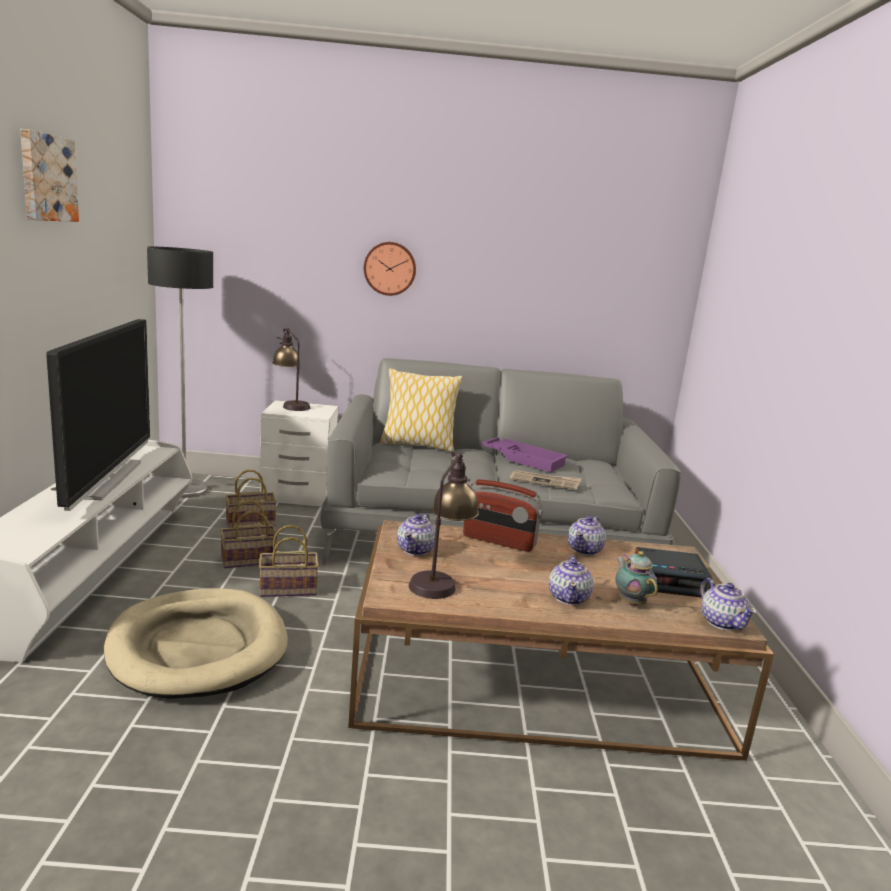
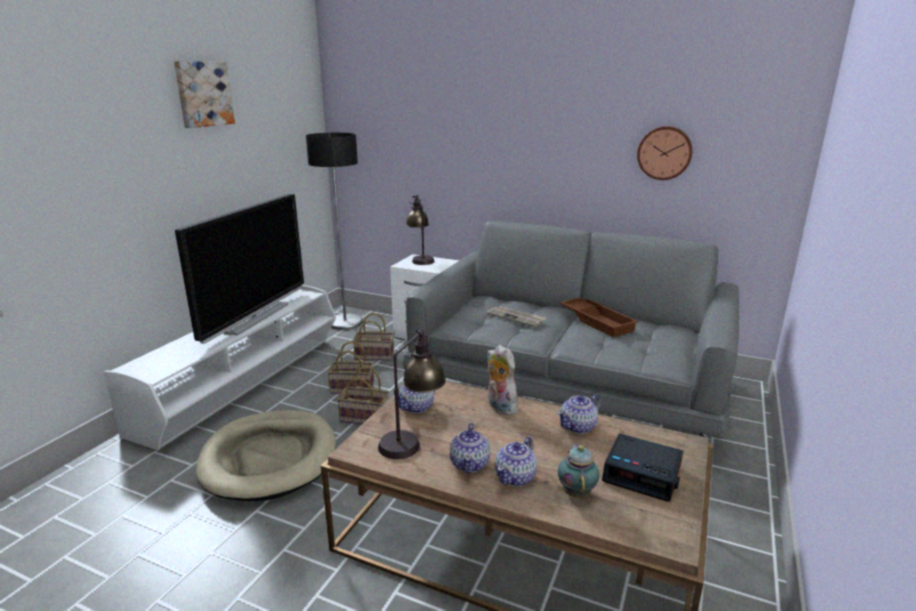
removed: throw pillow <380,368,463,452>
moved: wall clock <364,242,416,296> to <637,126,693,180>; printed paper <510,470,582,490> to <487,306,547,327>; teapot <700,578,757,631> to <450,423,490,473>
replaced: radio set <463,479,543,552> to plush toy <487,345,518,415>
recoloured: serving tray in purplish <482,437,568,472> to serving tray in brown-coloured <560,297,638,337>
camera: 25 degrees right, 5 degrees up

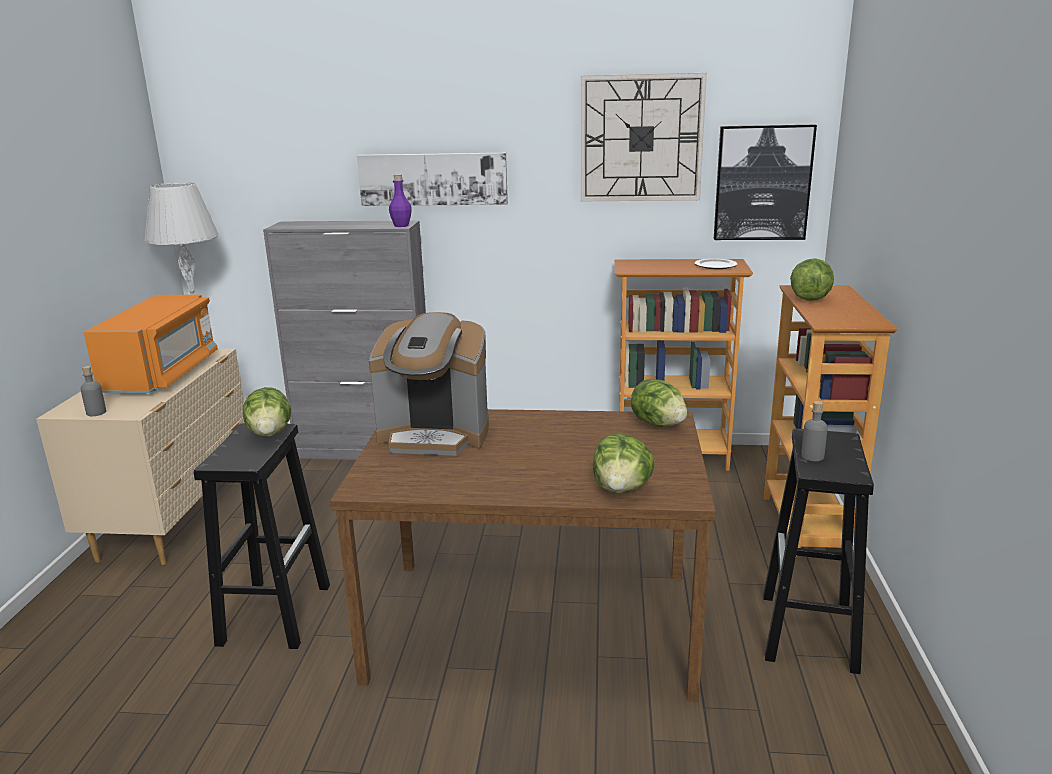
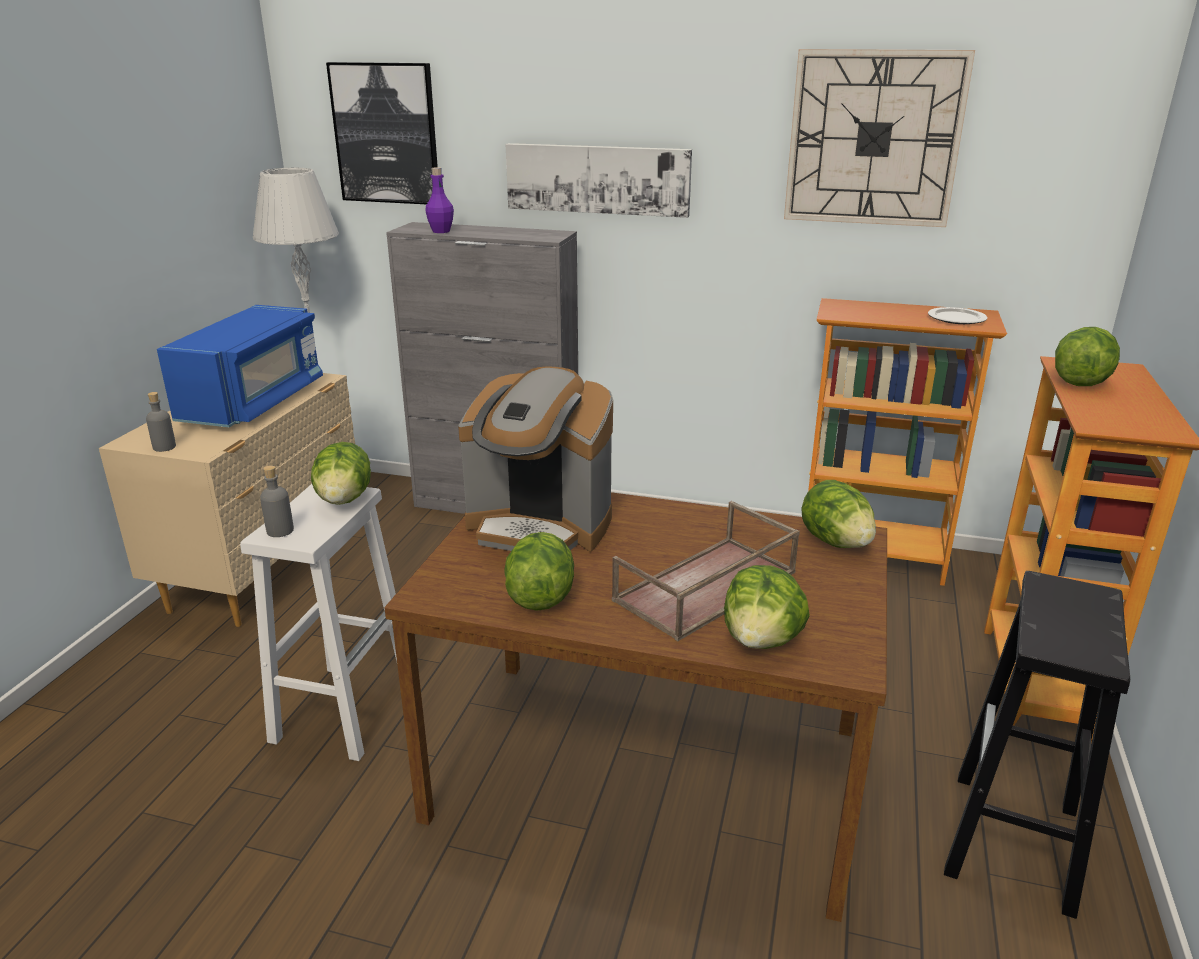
added: head of lettuce <505,532,574,611>; serving tray in brown-coloured <612,501,800,641>
moved: beverage bottle in purplish <389,174,412,227> to <425,167,454,233>; wall art <714,125,817,240> to <326,62,438,204>; beverage bottle in greyish <801,401,828,461> to <260,465,294,537>
recoloured: microwave oven in orangey <84,295,218,393> to microwave oven in bluish <157,305,323,427>; stool seat in blackish <194,423,330,649> to stool seat in whitish <240,484,397,761>
camera: 10 degrees right, 5 degrees up

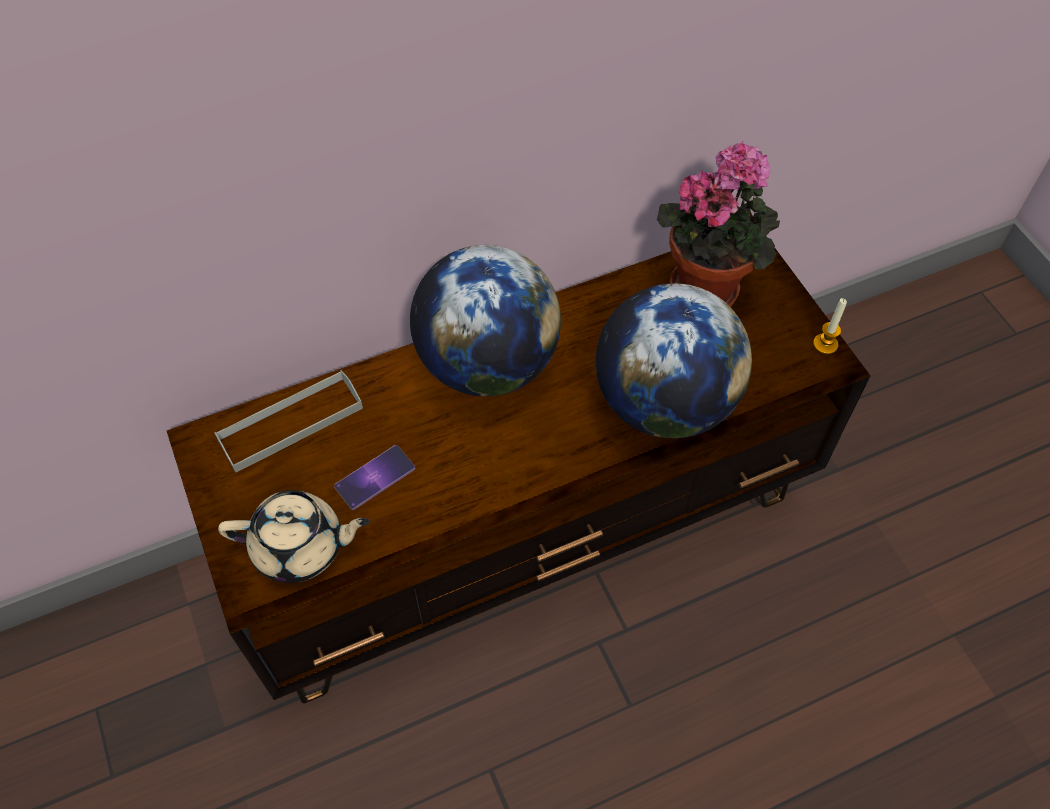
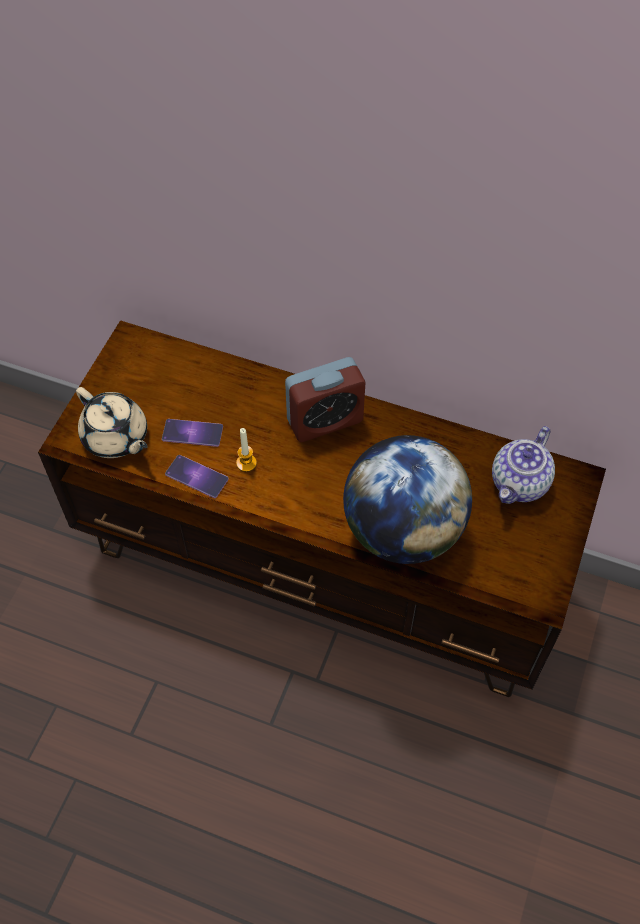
removed: serving tray in greyish <214,370,363,472>
added: handset <165,455,229,498>
moved: wax candle <813,298,847,354> to <236,428,257,472>
replaced: desk globe <410,245,561,397> to bedside clock <285,357,365,442>; potted plant <657,141,780,307> to teapot <492,426,555,504>
camera: 45 degrees right, 0 degrees up

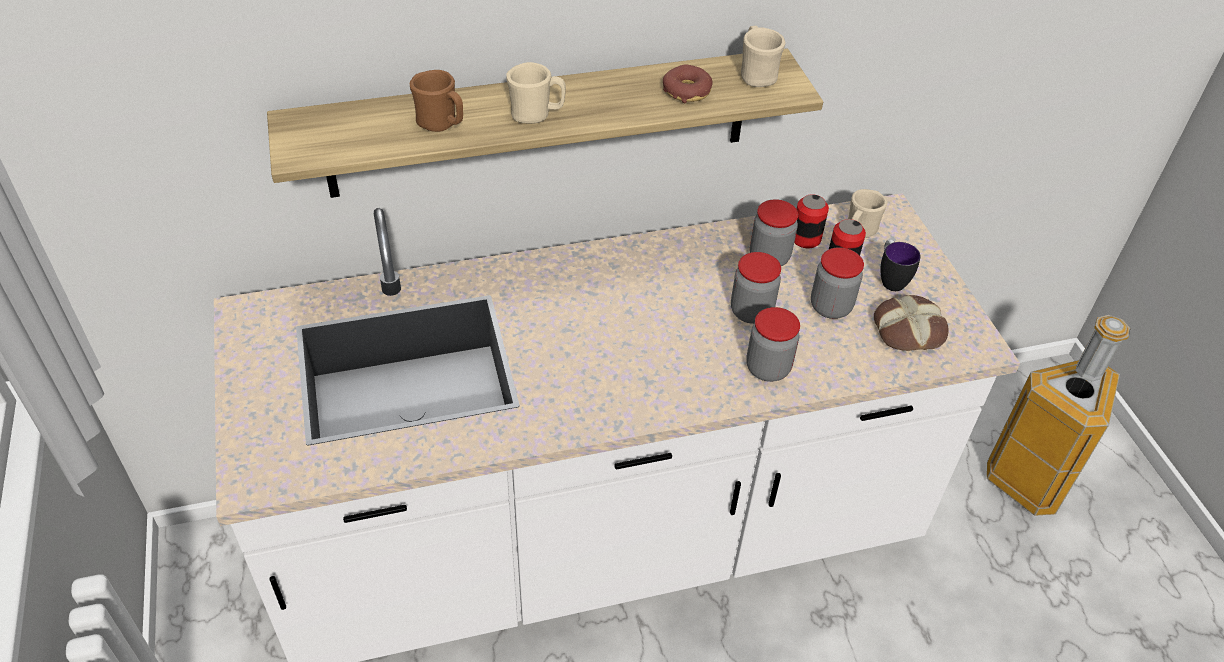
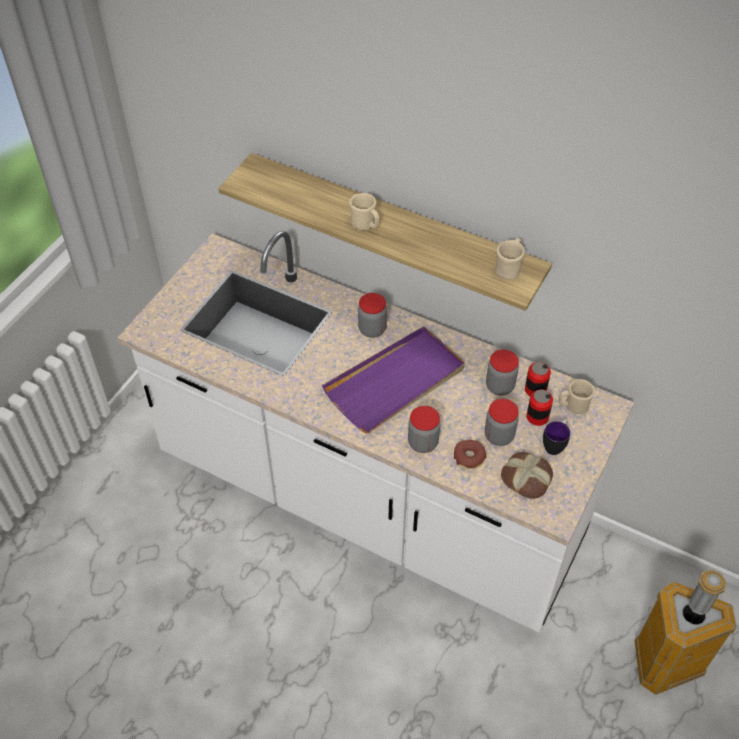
removed: mug in brown-coloured <410,70,463,132>
added: serving tray in purplish <322,326,465,434>
moved: donut <663,65,713,103> to <454,440,486,469>; storage jar <731,252,781,324> to <358,293,387,338>
camera: 45 degrees right, 5 degrees up

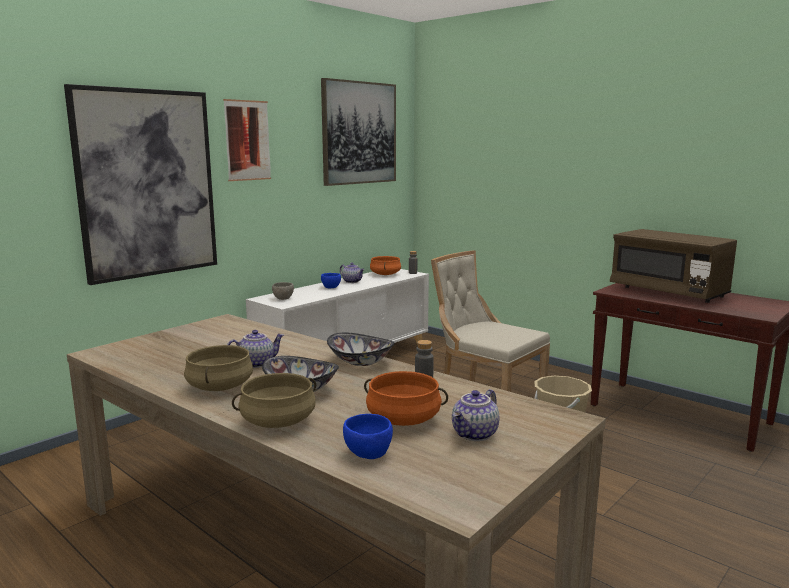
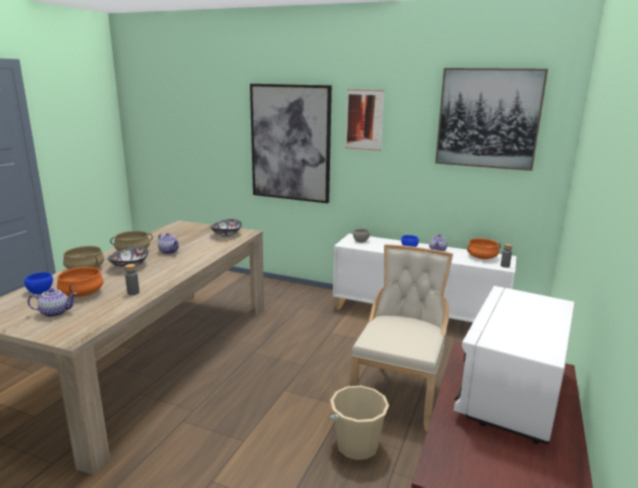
moved: bowl <327,332,394,366> to <210,219,242,237>
recoloured: microwave oven in brown-coloured <610,229,737,303> to microwave oven in whitish <454,286,575,445>
turned: teapot <452,389,499,441> = <28,288,77,317> 150 degrees clockwise
camera: 70 degrees right, 5 degrees up

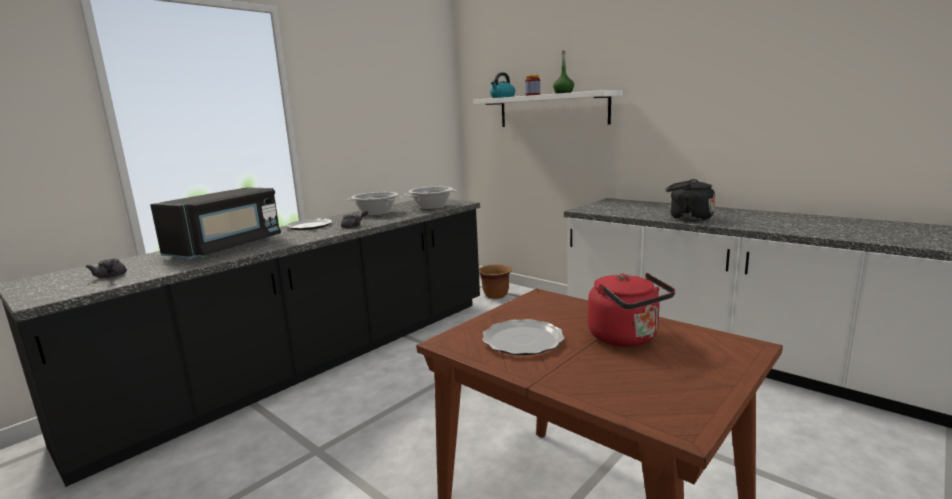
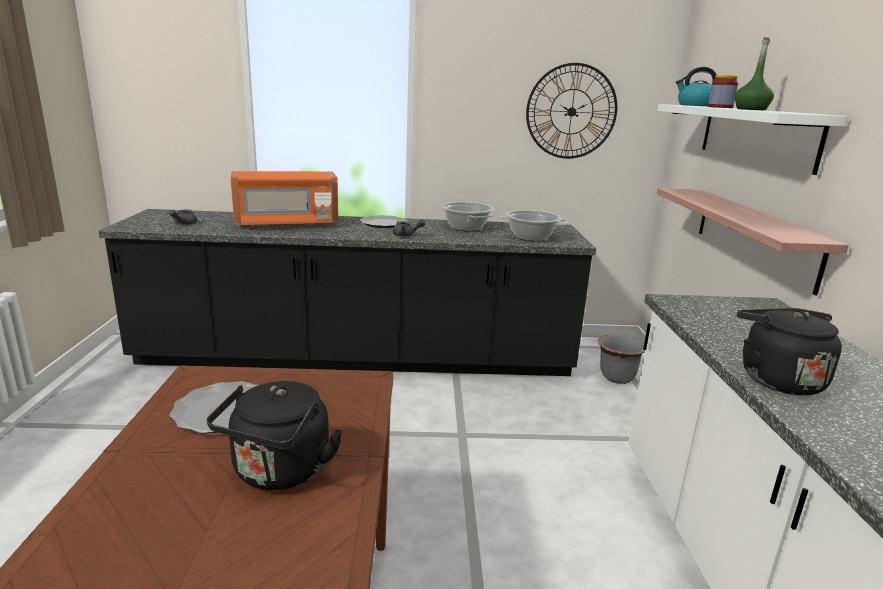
added: wall clock <526,63,617,159>; shelf <657,188,849,296>
recoloured: microwave oven in blackish <150,187,281,259> to microwave oven in orangey <231,171,338,228>; planter in brown-coloured <479,264,512,299> to planter in greyish <598,334,645,384>; water kettle in red <588,273,675,347> to water kettle in blackish <207,381,343,490>
camera: 45 degrees right, 5 degrees up

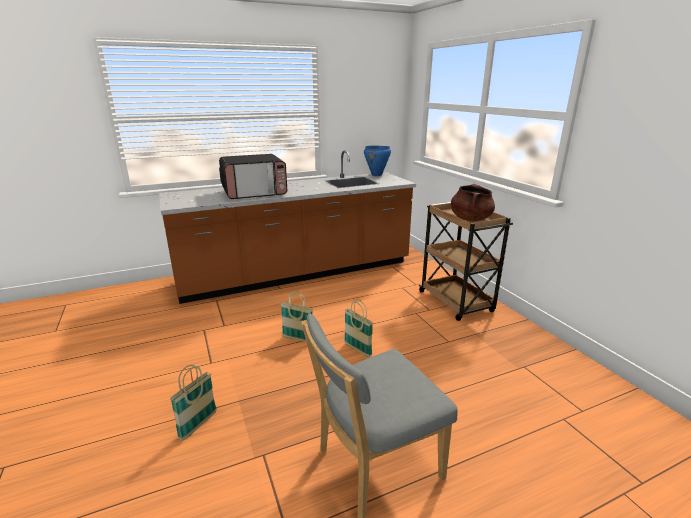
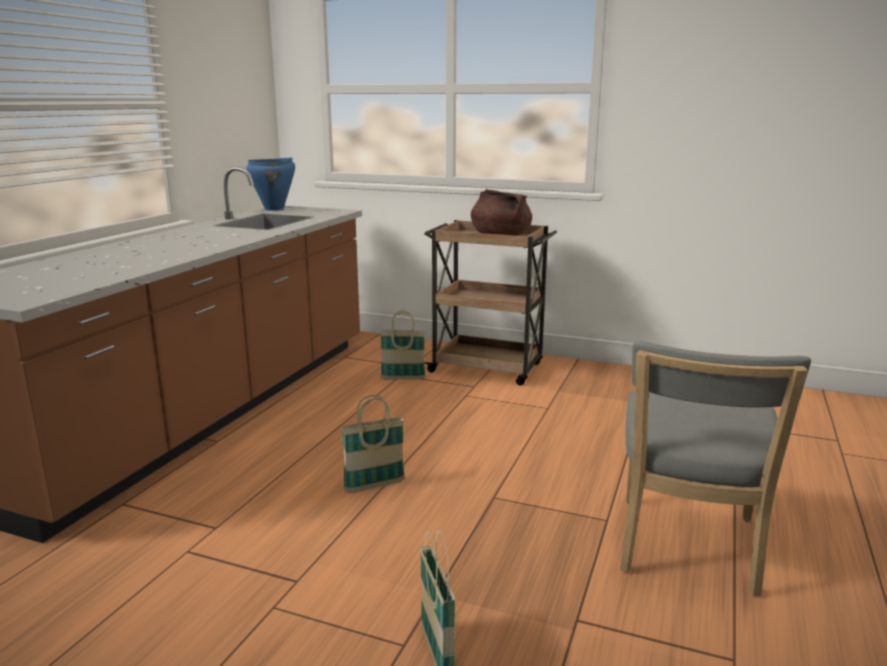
removed: microwave oven <219,154,287,199>
moved: basket <344,300,373,357> to <380,311,426,380>
camera: 45 degrees left, 5 degrees down

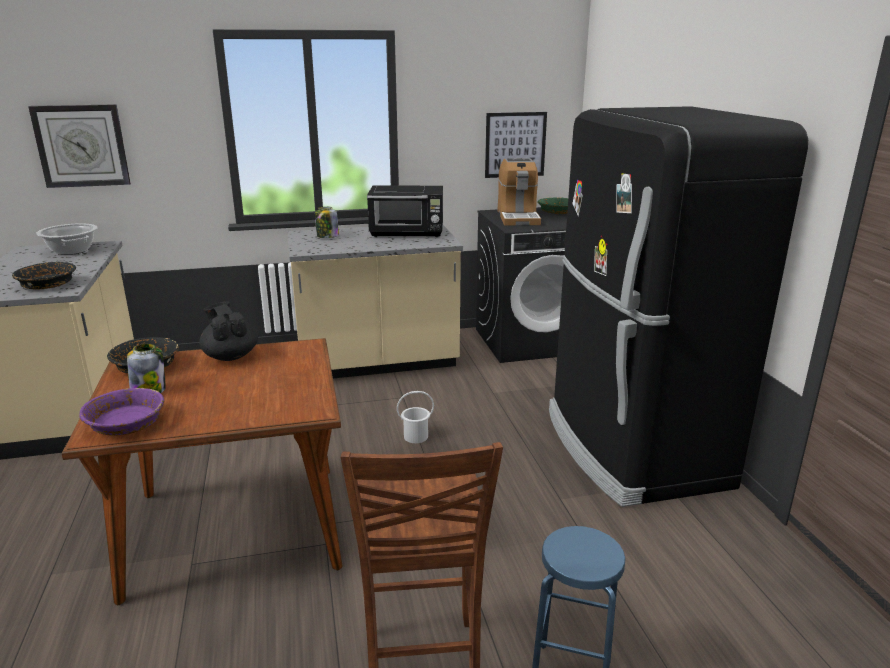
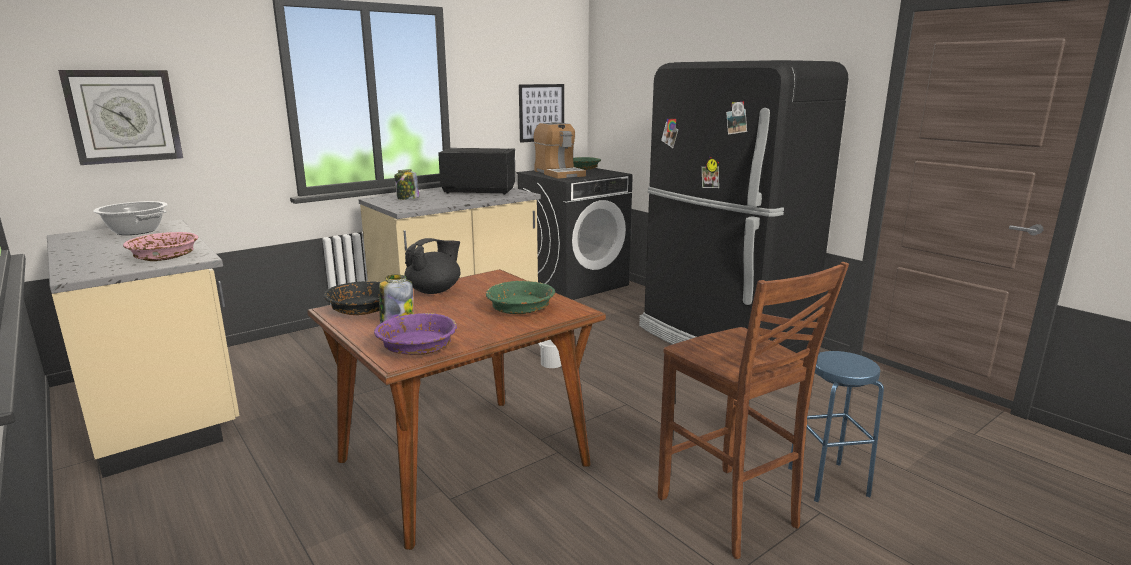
added: bowl in green-coloured <486,281,555,314>
recoloured: bowl in blackish <12,262,76,289> to bowl in pink-coloured <123,232,198,261>
turned: teapot in blackish <199,302,258,361> = <404,238,460,294> 105 degrees clockwise; microwave oven in blackish <367,185,443,237> = <438,148,516,195> 150 degrees counterclockwise
camera: 25 degrees left, 5 degrees down

